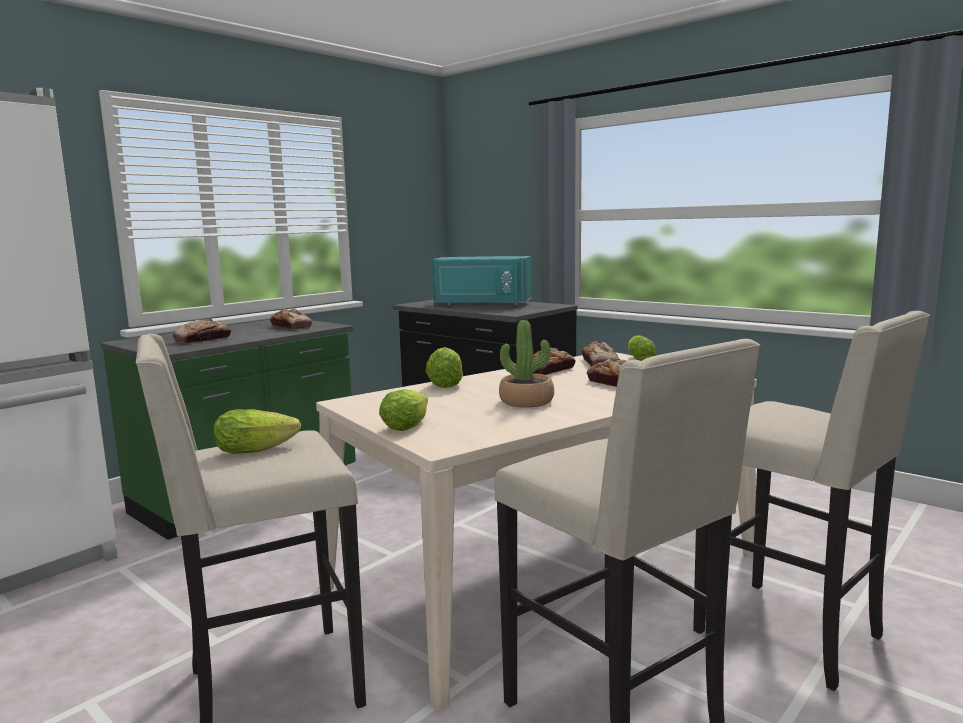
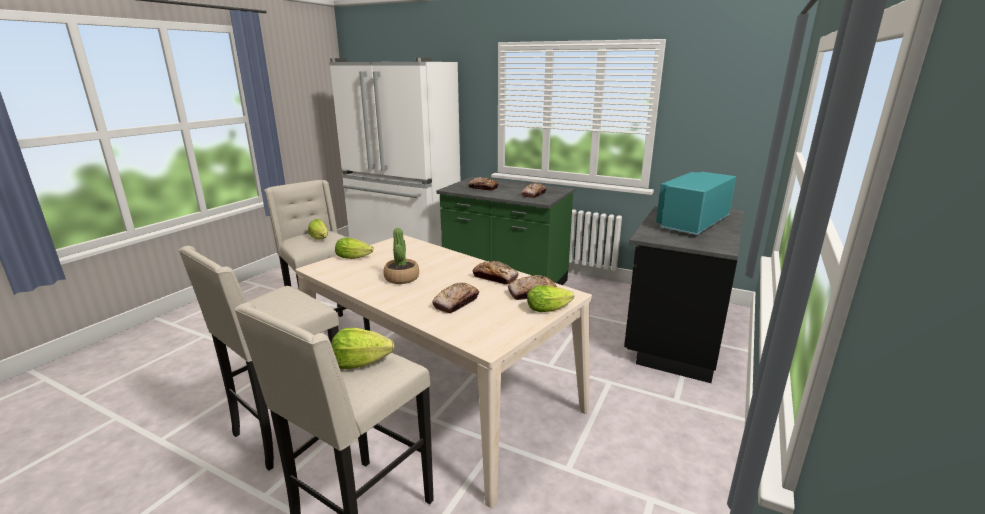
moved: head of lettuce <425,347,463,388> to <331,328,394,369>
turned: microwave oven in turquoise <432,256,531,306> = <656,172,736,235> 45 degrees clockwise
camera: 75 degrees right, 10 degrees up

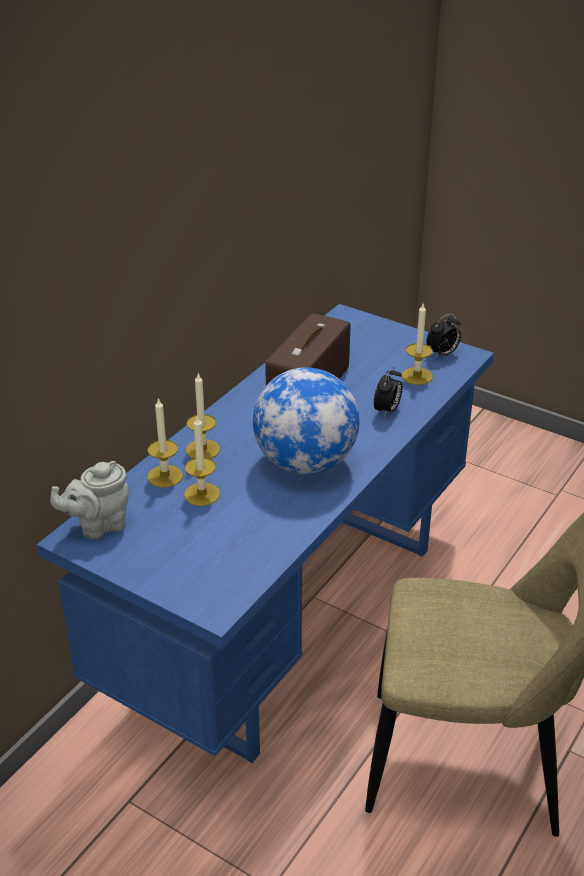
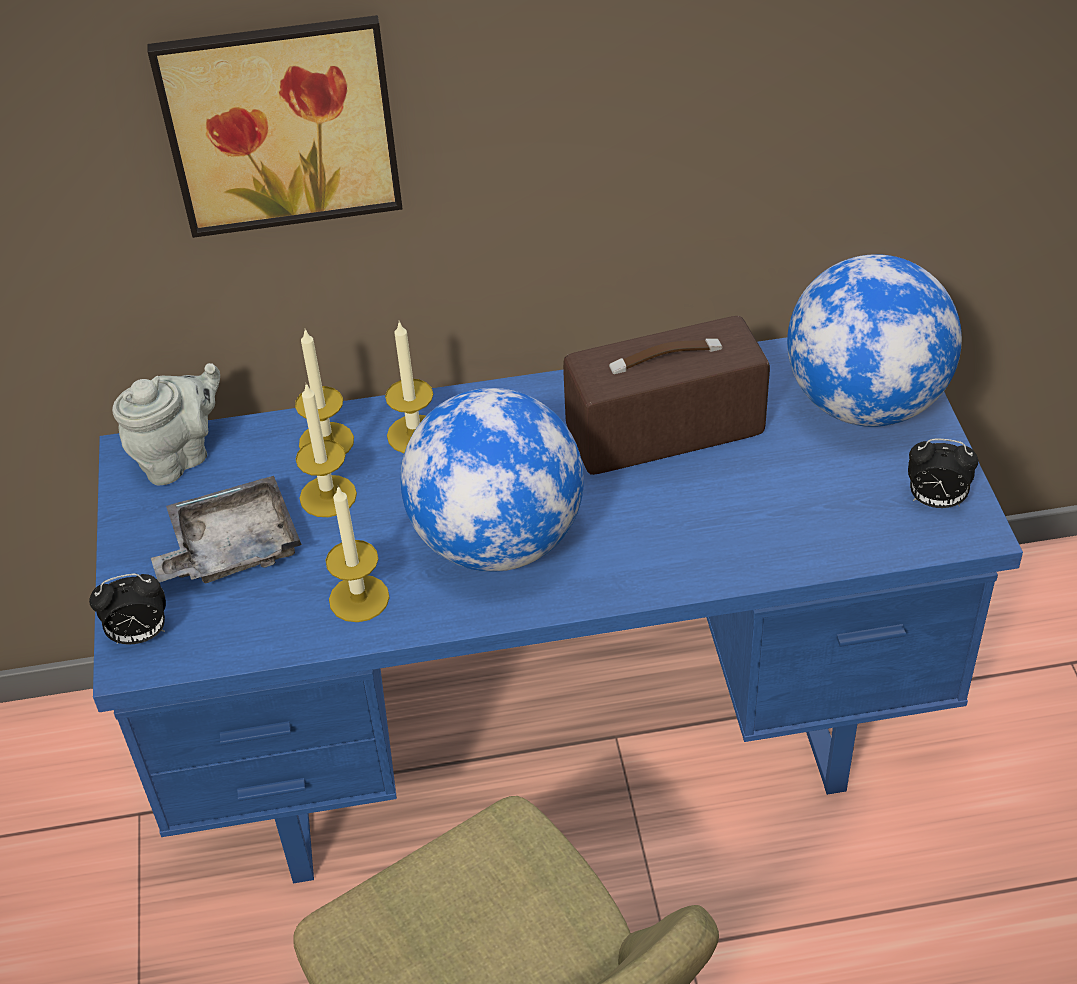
added: wall art <147,15,403,238>; serving tray in greyish <151,476,302,583>; desk globe <787,254,962,427>
moved: bedside clock <374,367,403,418> to <89,574,166,644>; wax candle <402,304,433,385> to <325,486,390,622>
turned: teapot in greyish <50,461,129,539> = <112,363,220,485> 120 degrees clockwise
camera: 50 degrees right, 10 degrees up

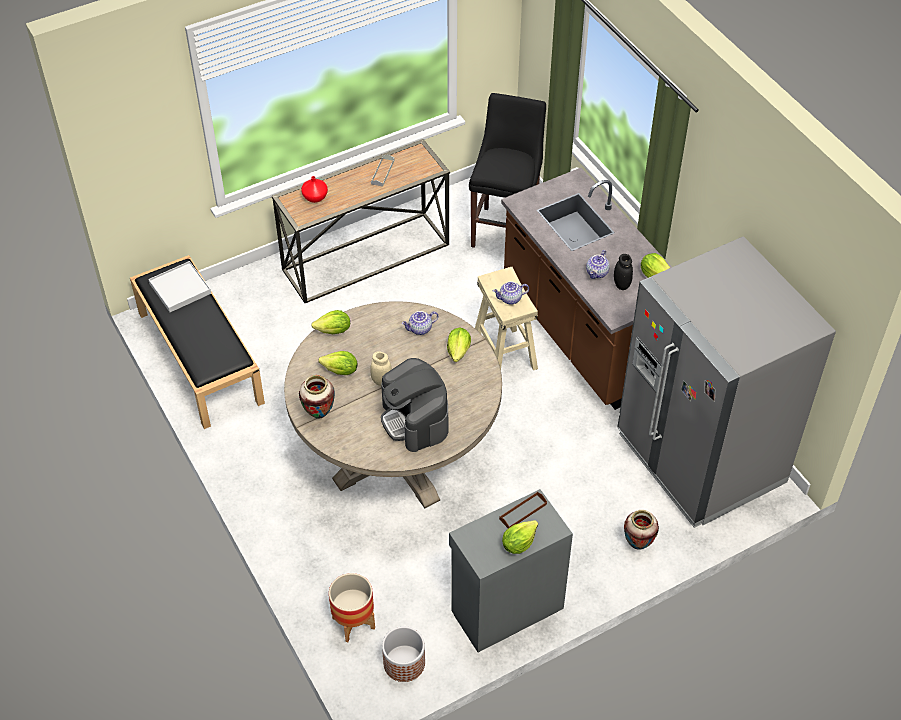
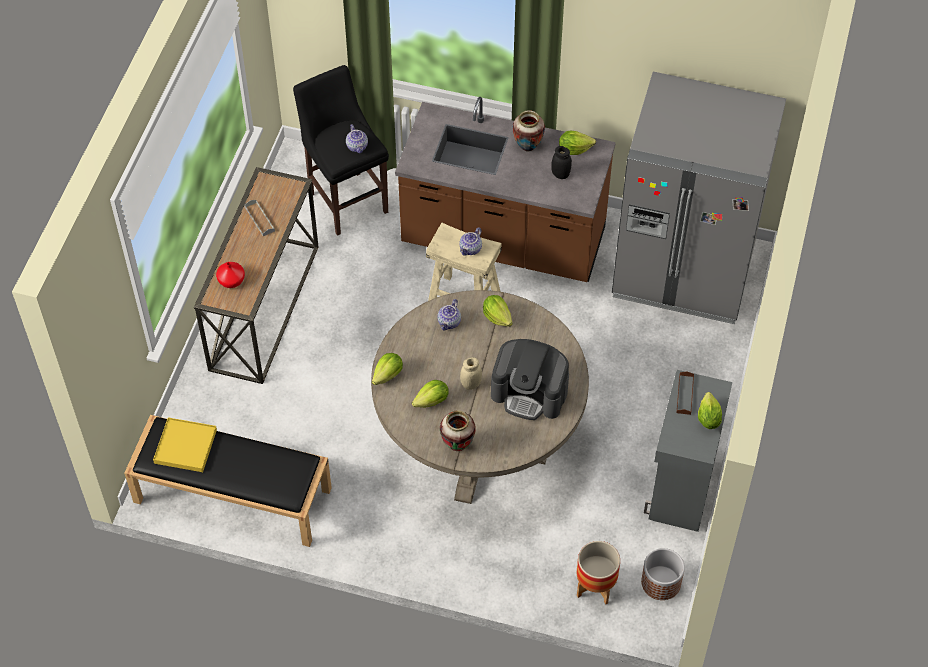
moved: teapot <586,250,610,279> to <346,124,368,153>; flower vase <624,510,659,550> to <513,110,545,152>
recoloured: serving tray in whitish <148,261,211,312> to serving tray in yellow-coloured <153,417,217,472>
camera: 45 degrees left, 5 degrees up

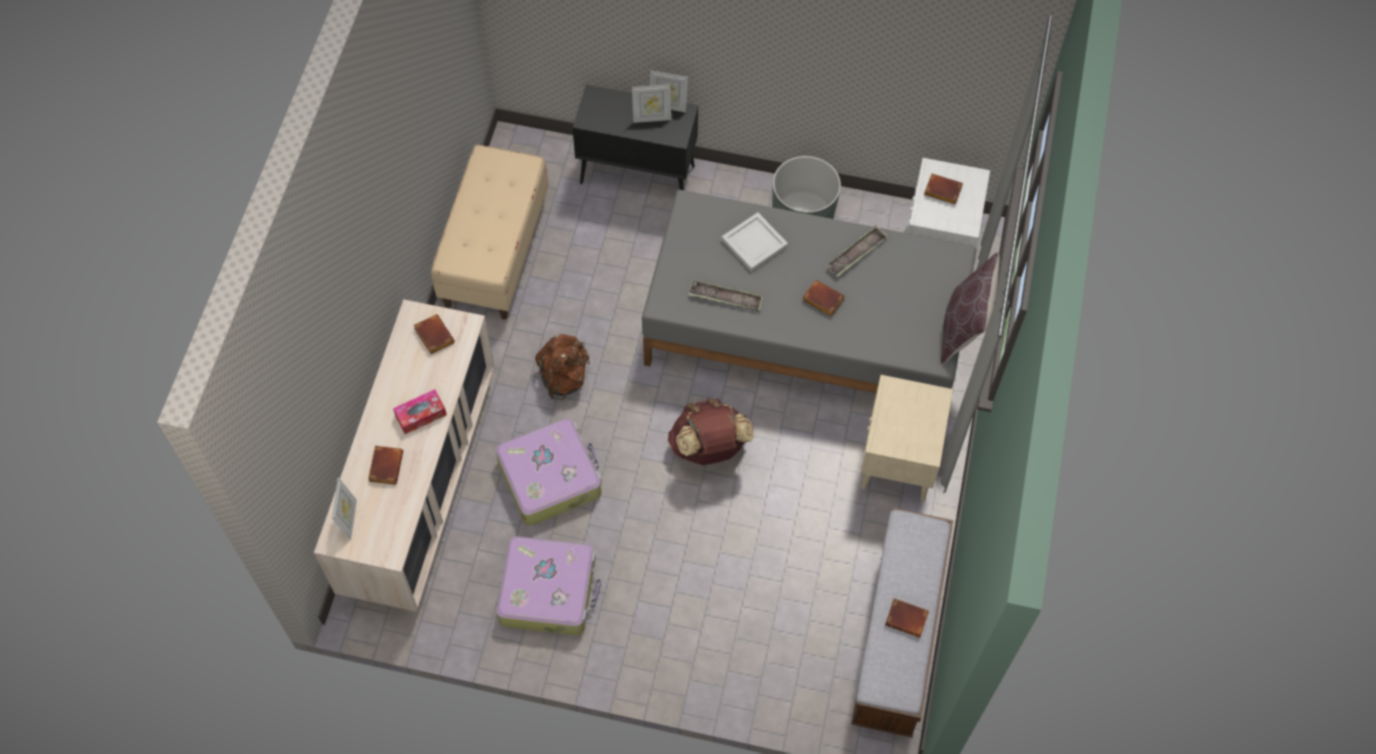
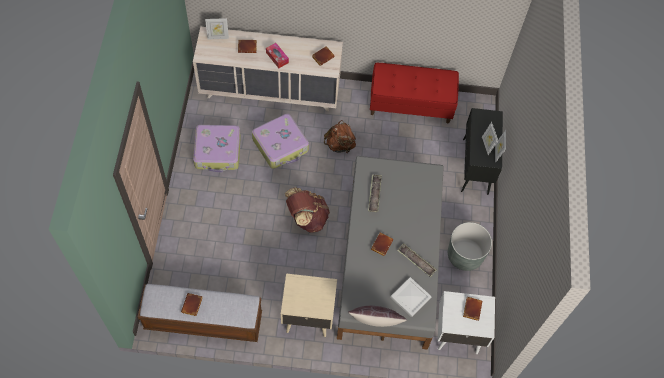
moved: serving tray in whitish <721,213,788,272> to <390,277,432,317>
recoloured: bench in beige-coloured <431,145,549,319> to bench in red <370,63,459,123>
camera: 80 degrees right, 0 degrees up

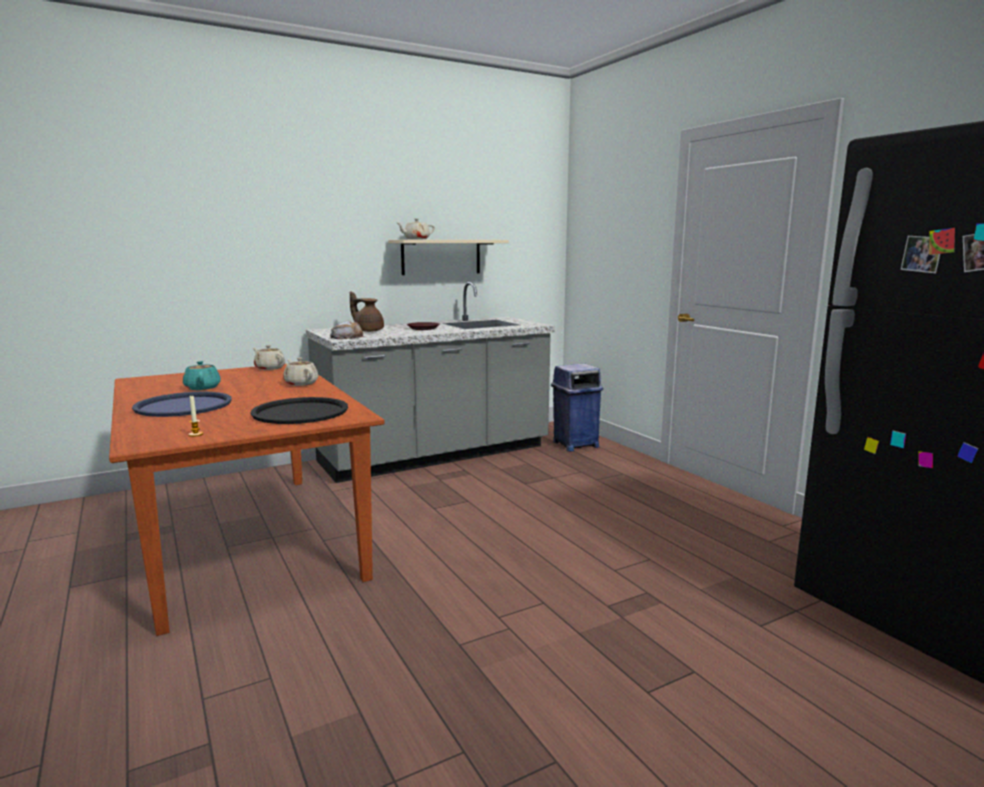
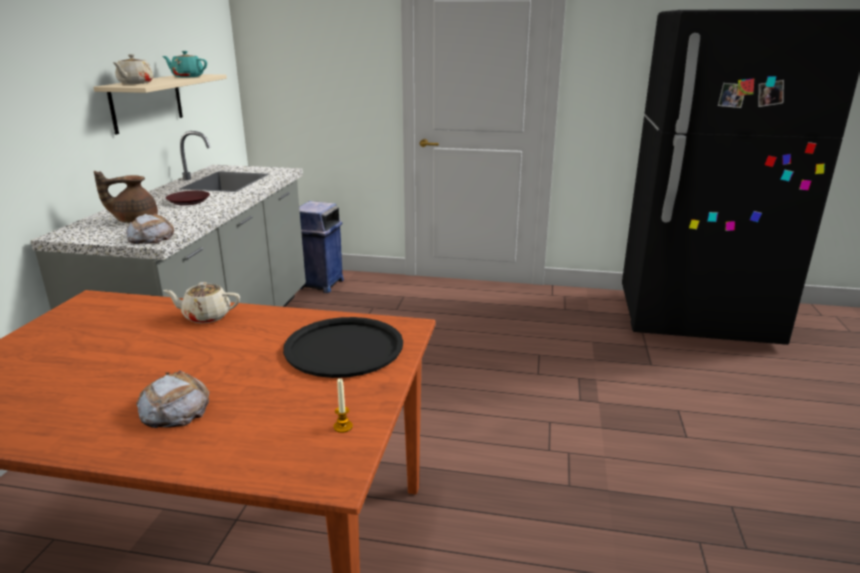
removed: teapot in beige-coloured <253,345,285,370>
moved: teapot in turquoise <183,361,221,390> to <163,51,207,77>
replaced: serving tray in bluish <132,392,232,417> to baked bread <136,370,209,428>
camera: 50 degrees left, 10 degrees up

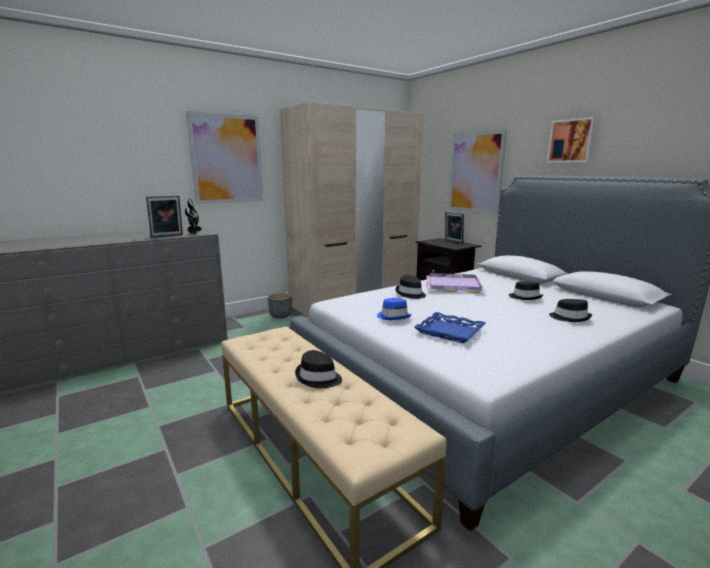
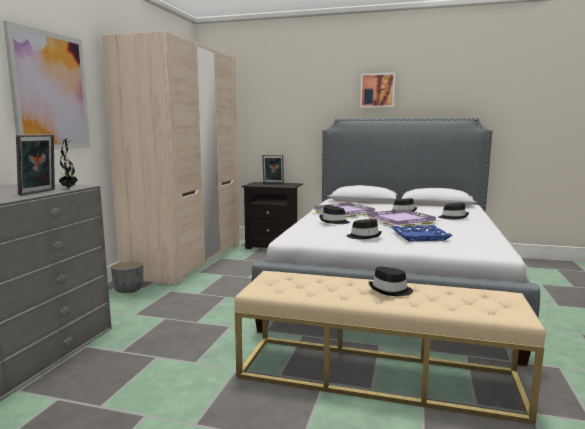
removed: wall art <449,129,507,215>
added: serving tray in purplish <365,209,439,226>
recoloured: clothing hat in bluish <377,298,412,320> to clothing hat in blackish <347,219,382,239>
camera: 40 degrees left, 5 degrees down

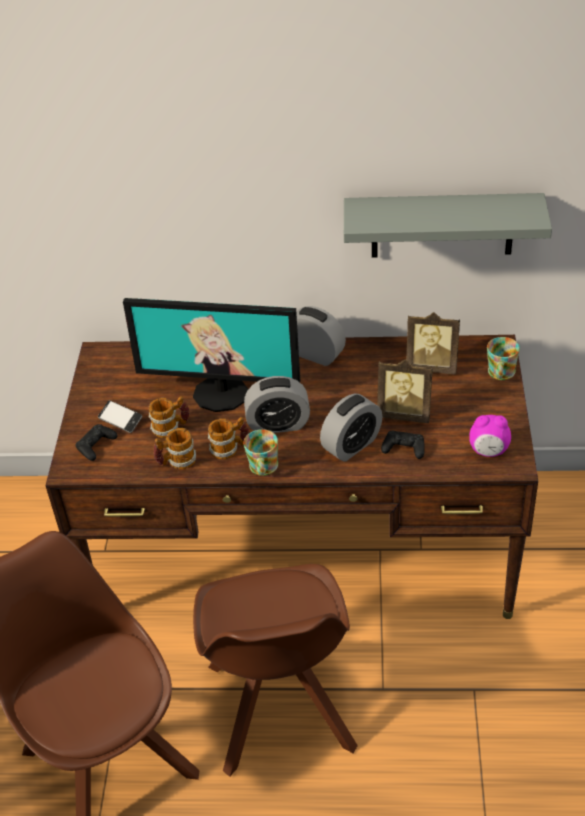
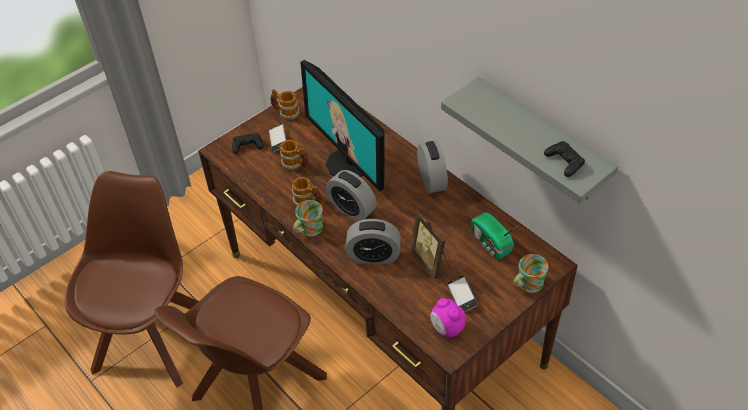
added: handset <447,275,478,312>
moved: mug <153,428,196,469> to <270,89,300,121>; gamepad in blackish <381,431,425,459> to <544,141,585,177>
replaced: picture frame <406,312,460,374> to radio set <471,213,518,259>
camera: 45 degrees right, 5 degrees up

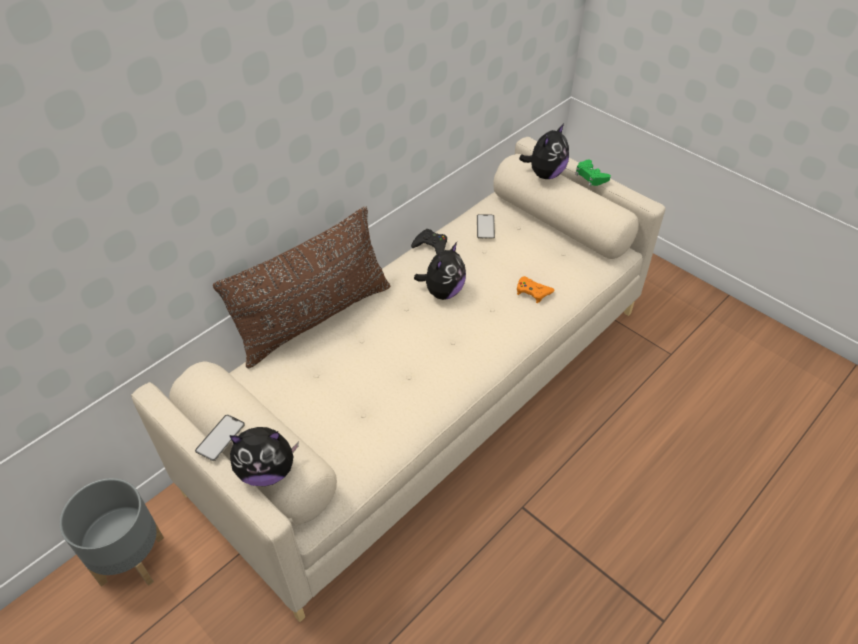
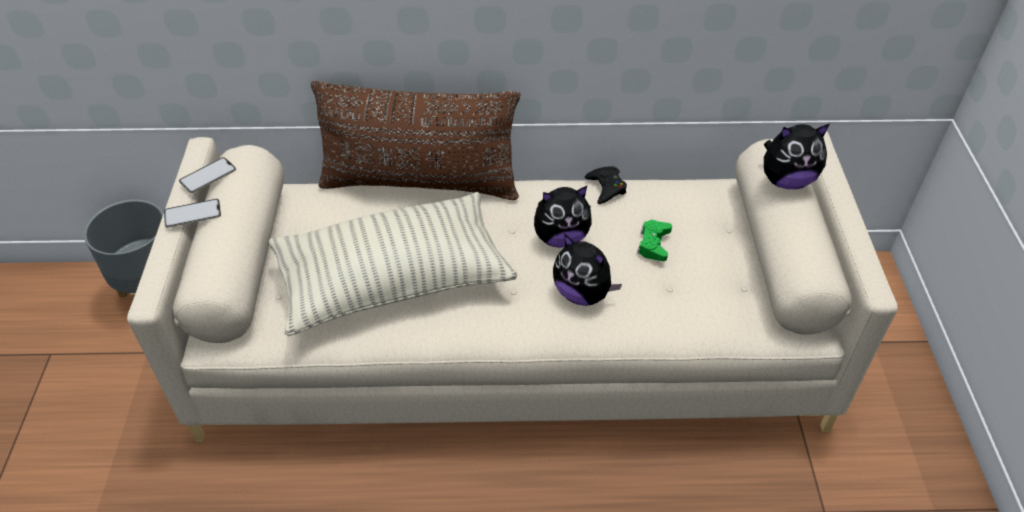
removed: gamepad in orangey <517,276,555,303>
added: throw pillow <269,192,517,336>
moved: plush toy <230,427,299,486> to <553,234,622,306>; handset <477,214,495,239> to <179,157,236,193>; gamepad in green-coloured <575,159,611,186> to <637,220,672,261>
camera: 45 degrees right, 0 degrees up

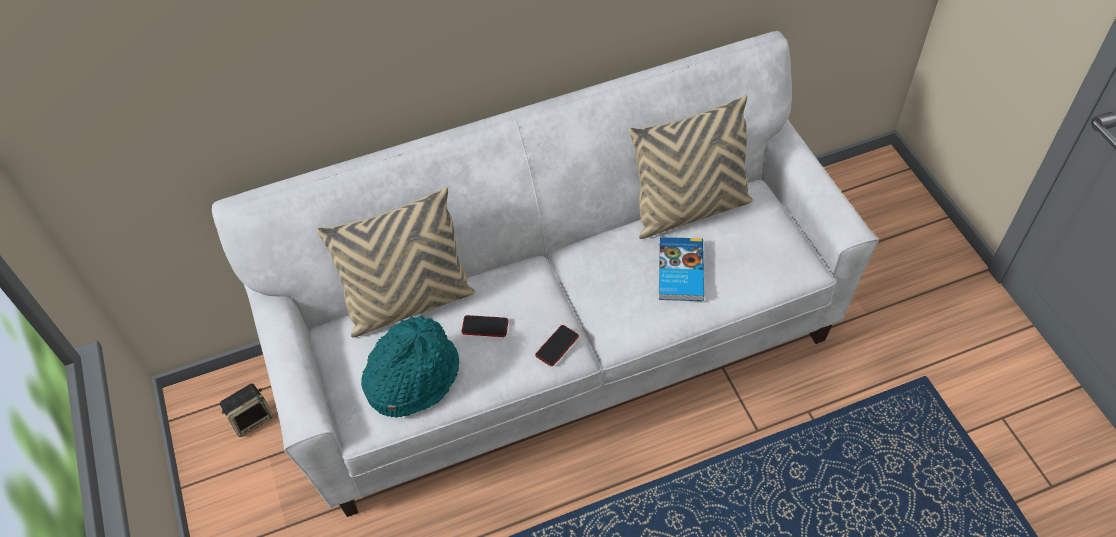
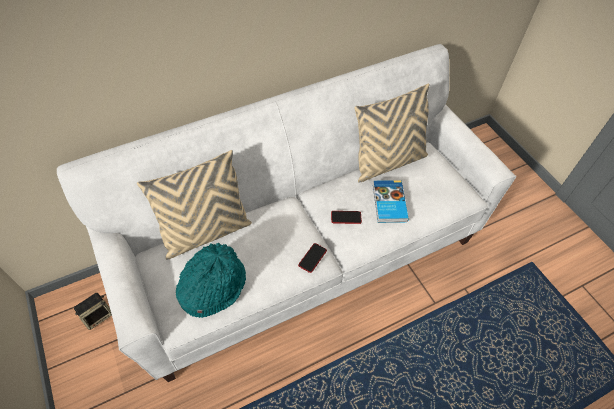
moved: handset <462,315,509,337> to <331,211,362,224>
camera: 10 degrees left, 0 degrees up

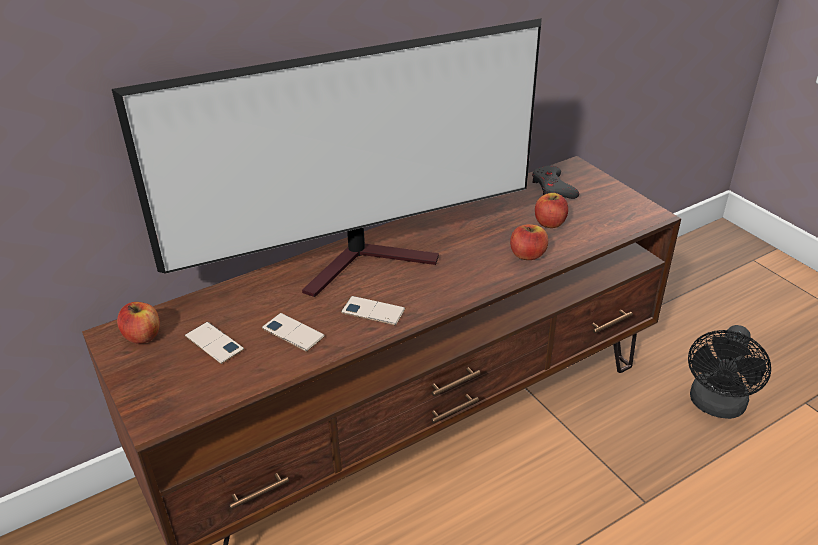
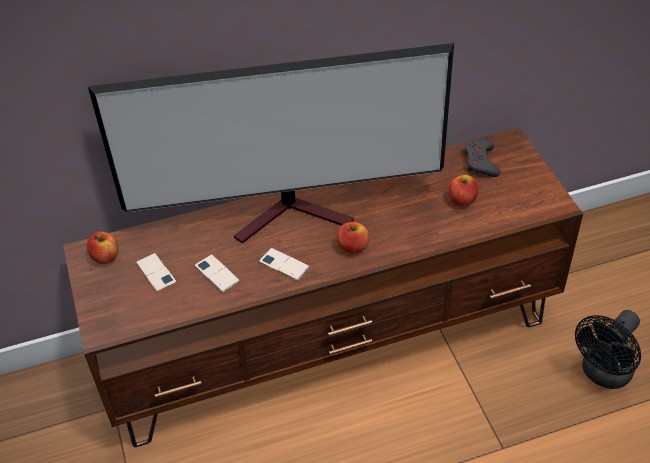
moved: apple fruit <510,224,548,260> to <336,222,369,254>
camera: 15 degrees right, 10 degrees up

